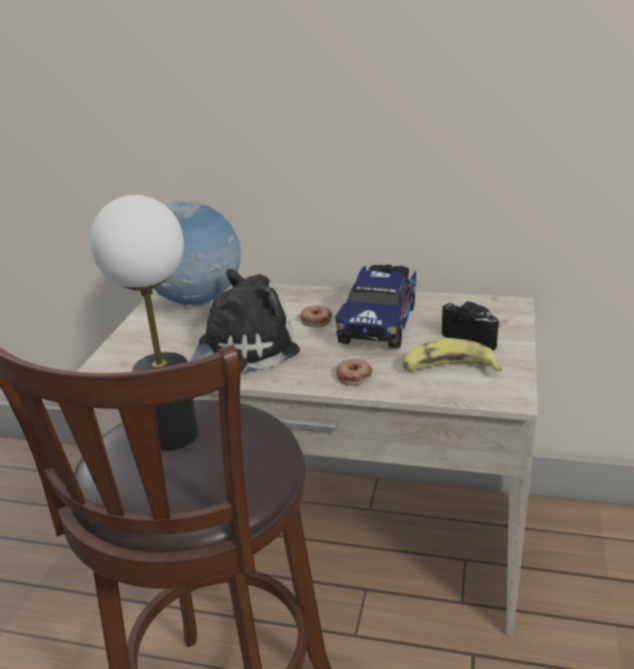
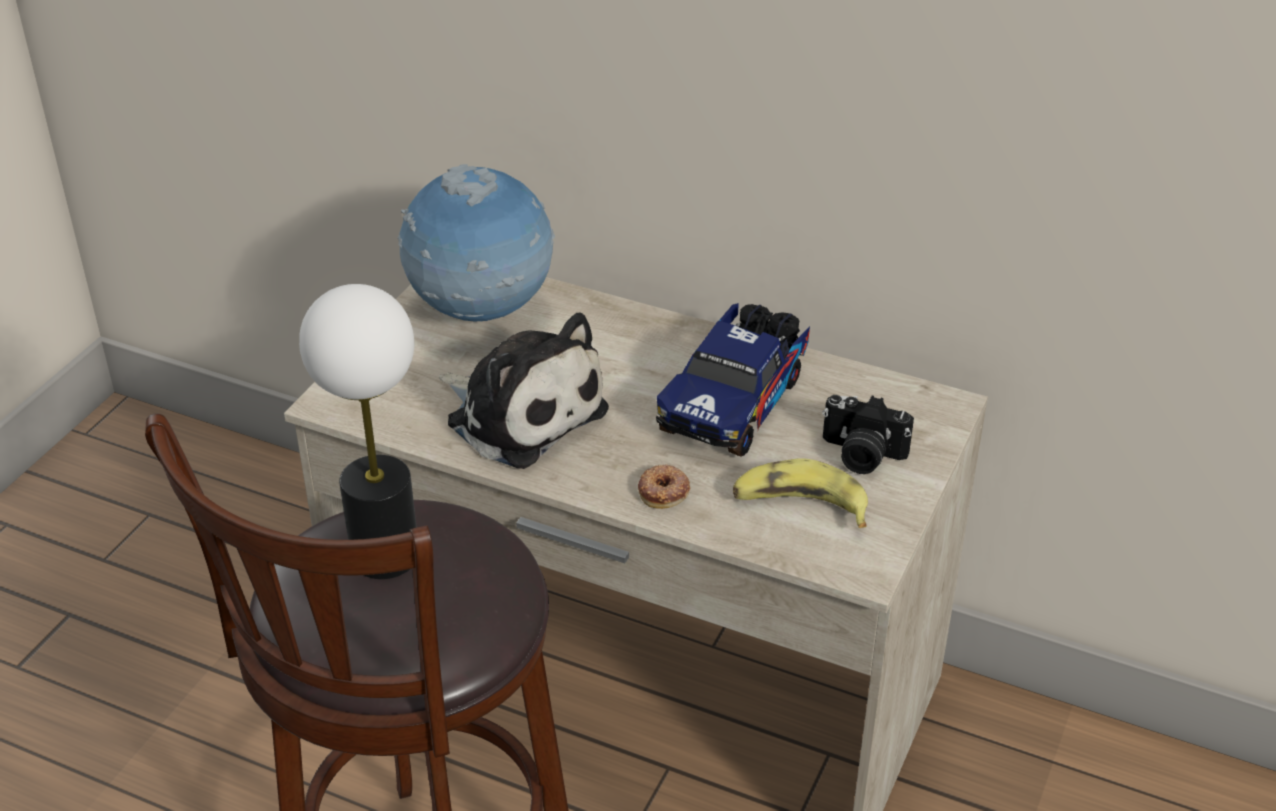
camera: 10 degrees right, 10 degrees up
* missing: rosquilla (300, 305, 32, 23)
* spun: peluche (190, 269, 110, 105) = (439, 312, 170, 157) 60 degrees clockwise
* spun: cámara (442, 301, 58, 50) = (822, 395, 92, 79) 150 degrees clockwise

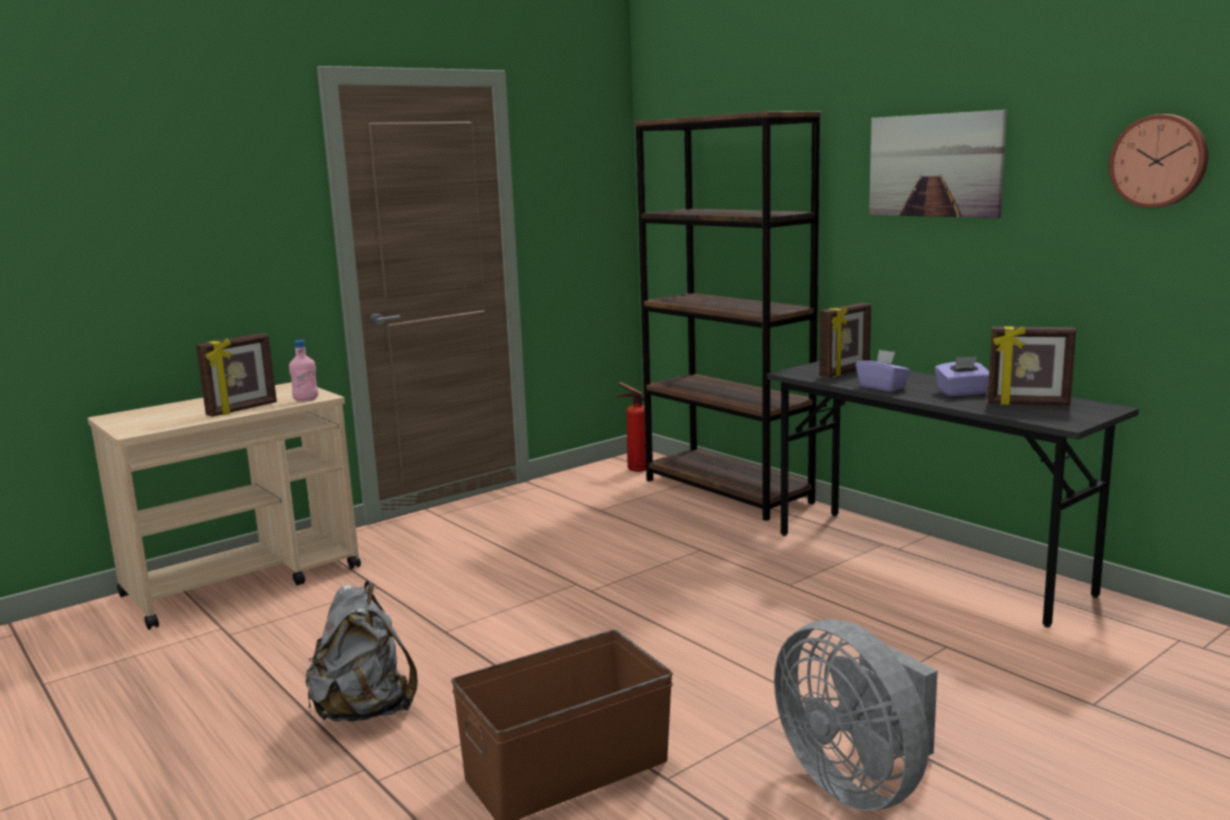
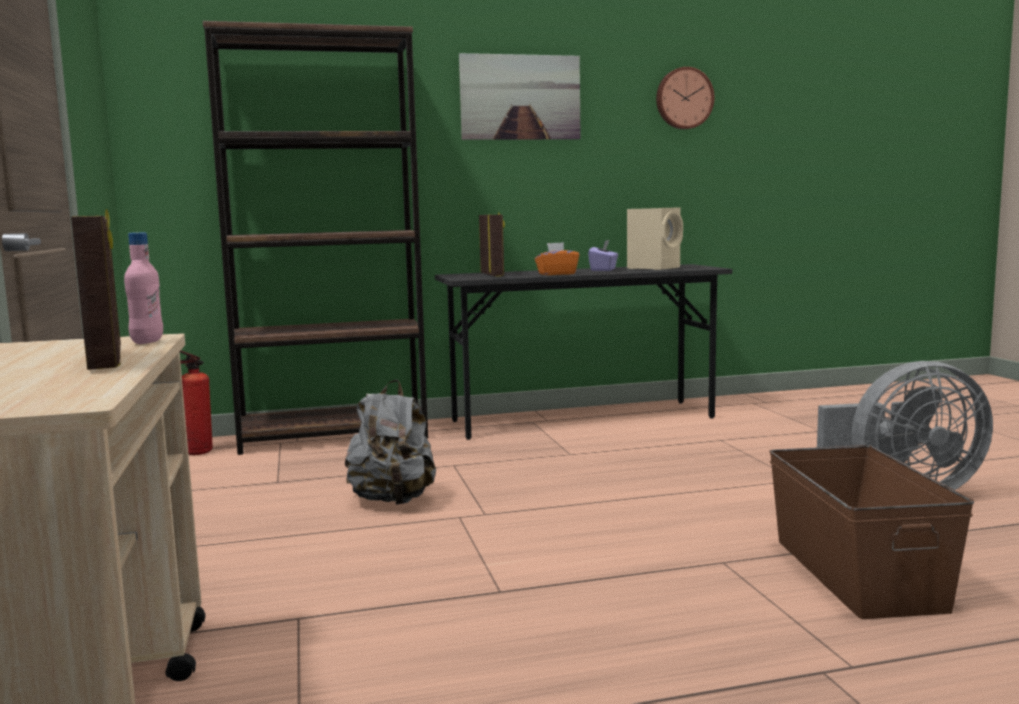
camera: 65 degrees left, 5 degrees down
* relocated: mochila (gris) (306, 581, 112, 141) to (345, 380, 91, 125)
* exchanged: portarretratos (988, 326, 88, 80) to altavoz (beis) (627, 207, 56, 63)
* colour: caja de pañuelos (morado) (856, 349, 55, 43) to caja de pañuelos (naranja) (535, 242, 44, 33)

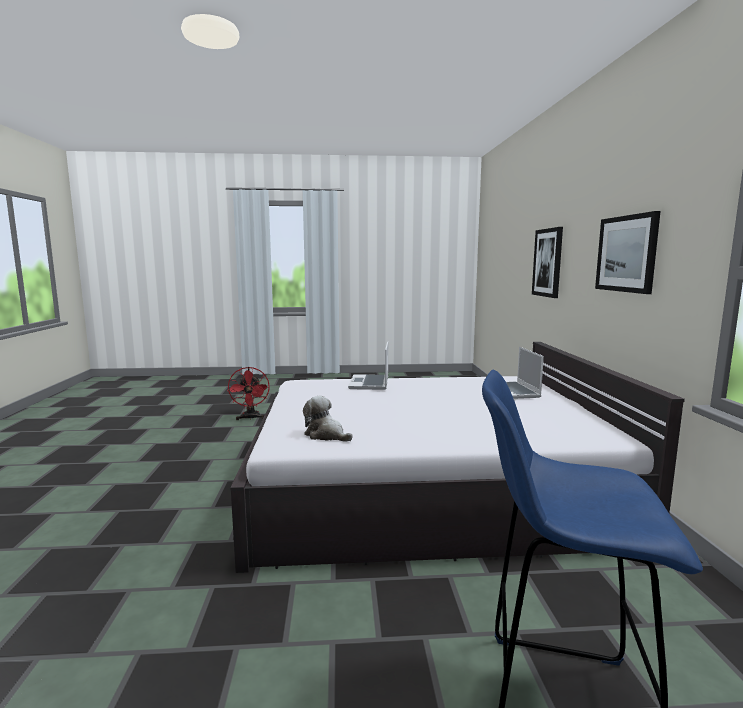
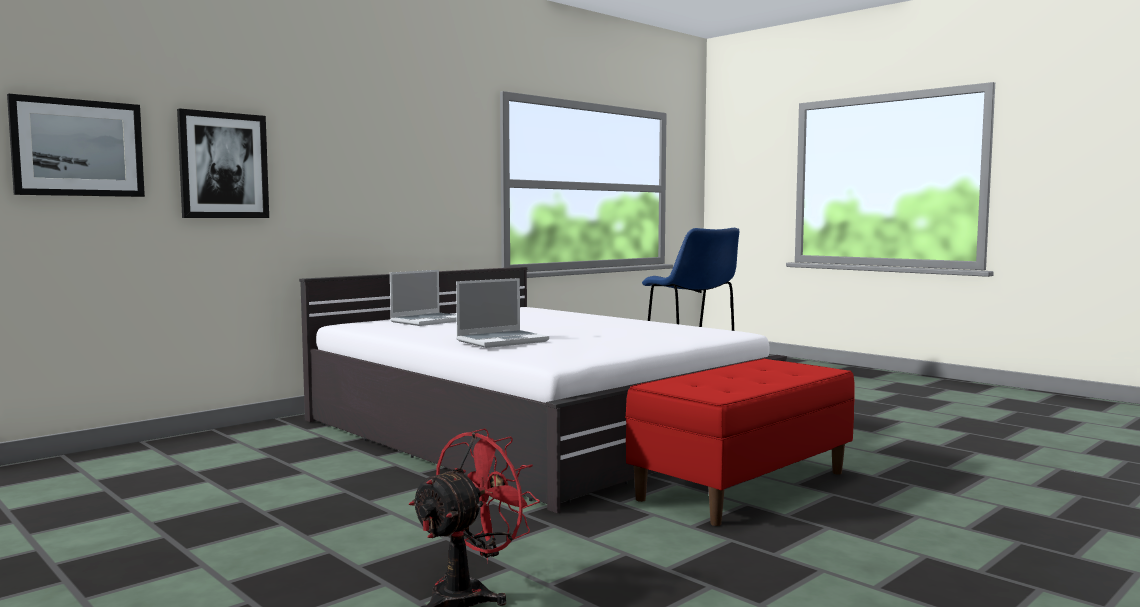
camera: 130 degrees left, 5 degrees down
* missing: peluche (303, 396, 50, 46)
* appeared: banco (rojo) (625, 359, 230, 167)
* relocated: cuadro (595, 211, 66, 83) to (7, 94, 138, 103)

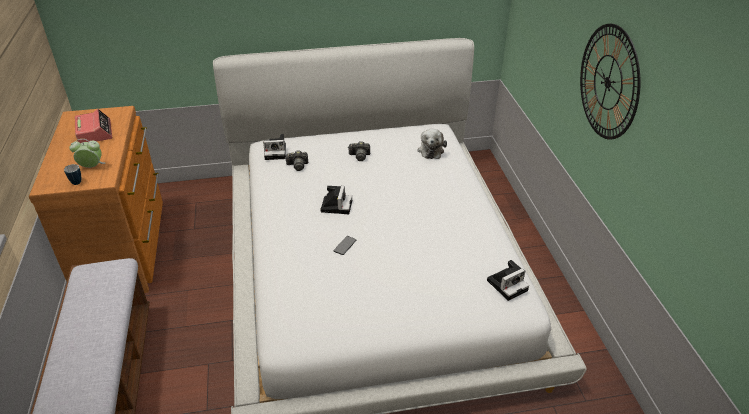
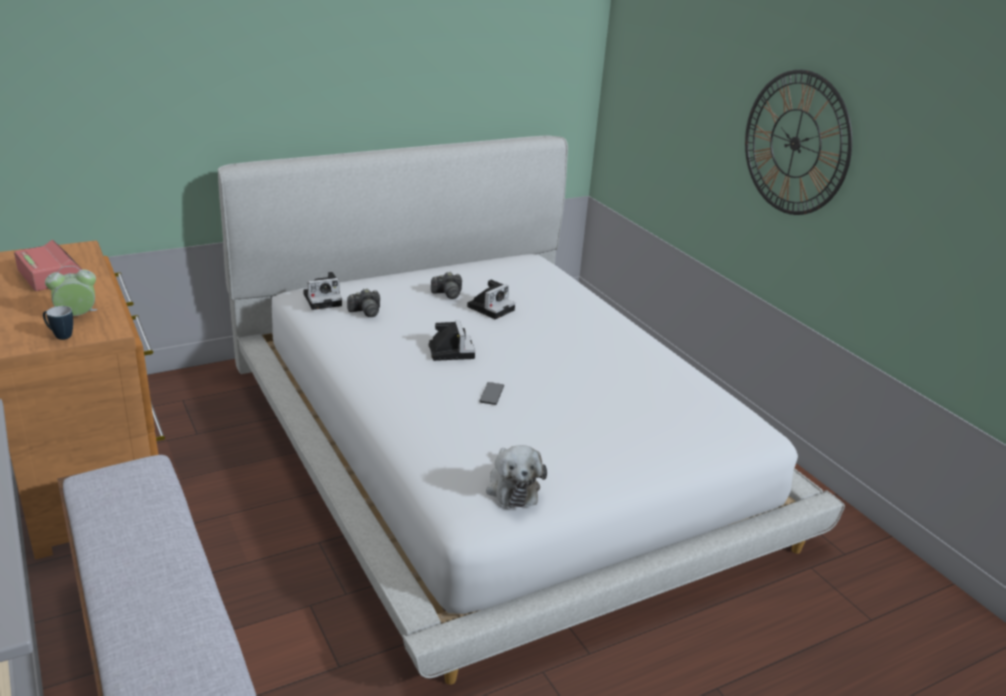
camera: 20 degrees left, 10 degrees down
* relocated: peluche (417, 129, 30, 30) to (486, 445, 61, 63)
* relocated: cámara (487, 260, 42, 41) to (467, 280, 48, 39)

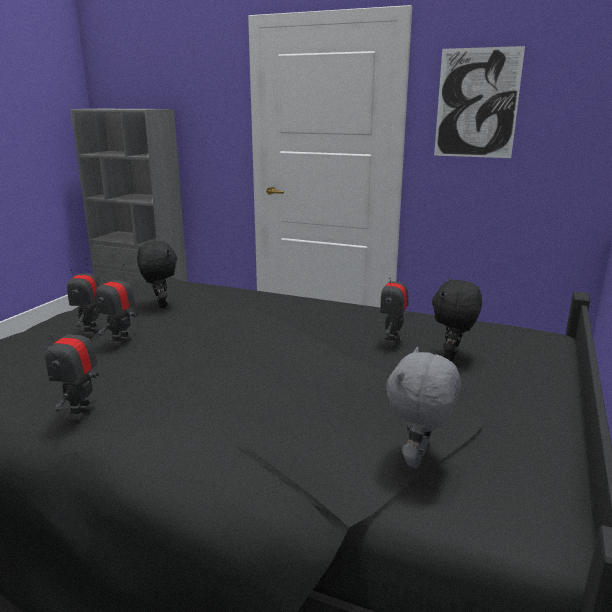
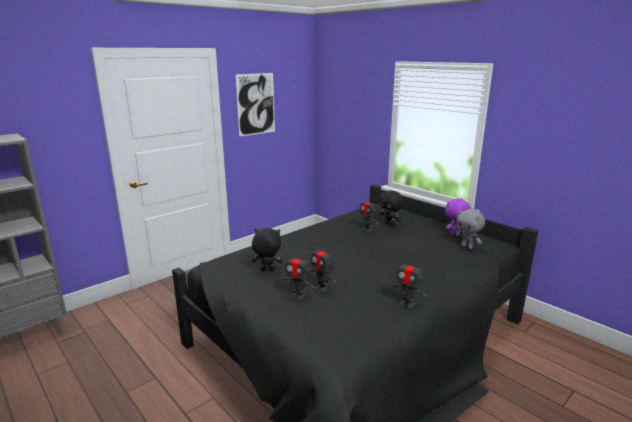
camera: 65 degrees left, 0 degrees up
* appeared: peluche (morado) (445, 198, 26, 37)

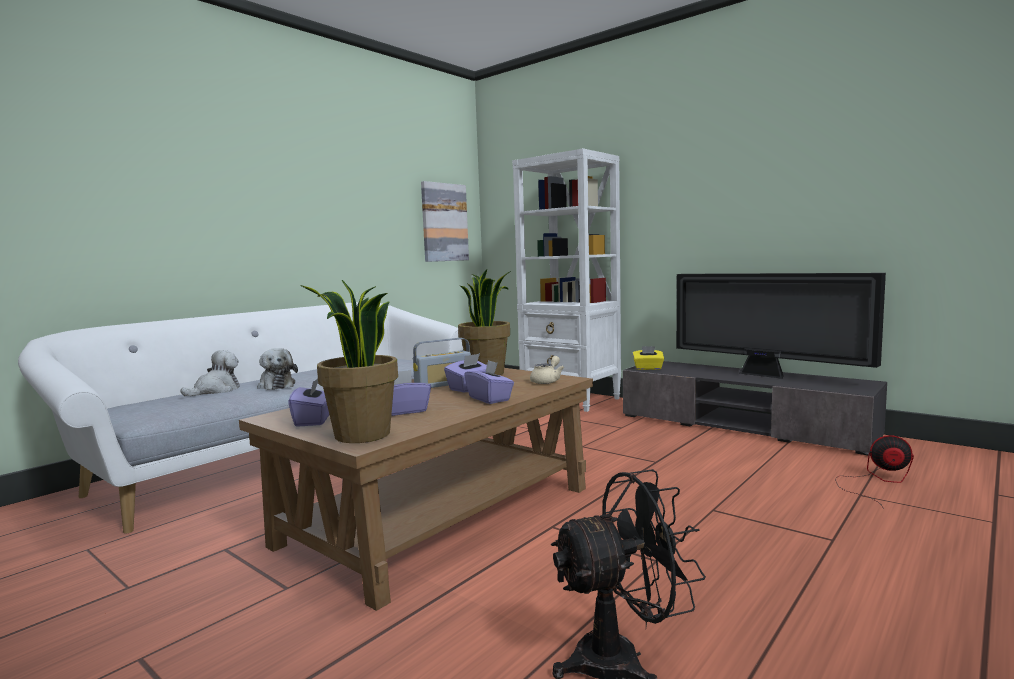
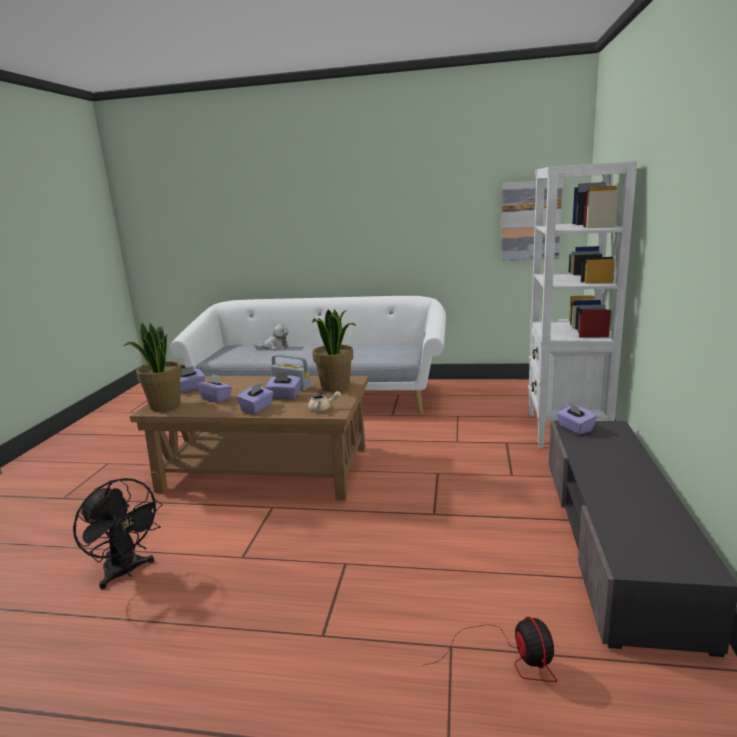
camera: 60 degrees right, 10 degrees up
* missing: peluche (257, 348, 41, 42)
* missing: televisor (676, 273, 210, 106)
* colour: caja de pañuelos (amarillo) (632, 346, 32, 24) to caja de pañuelos (morado) (557, 403, 40, 32)

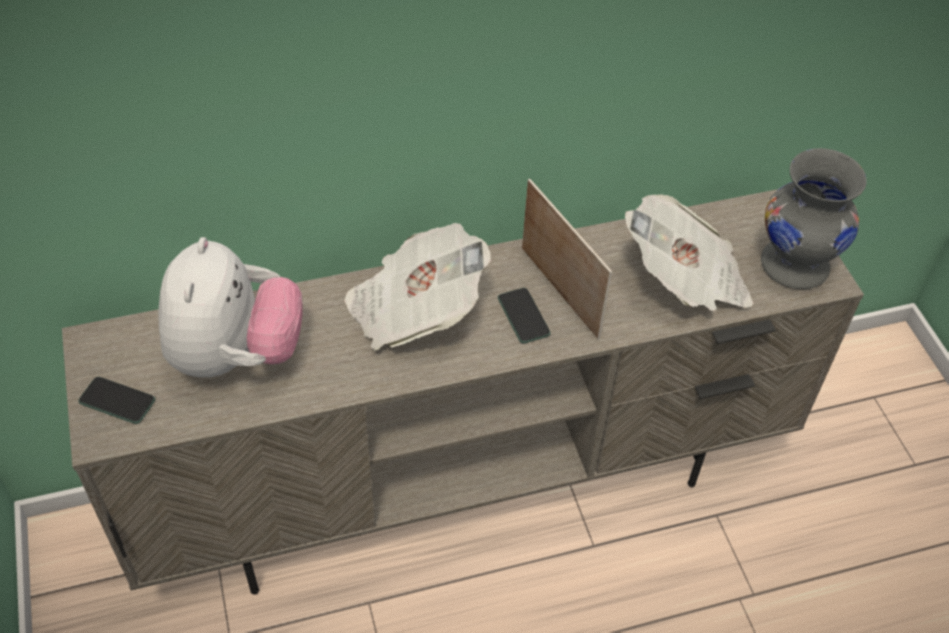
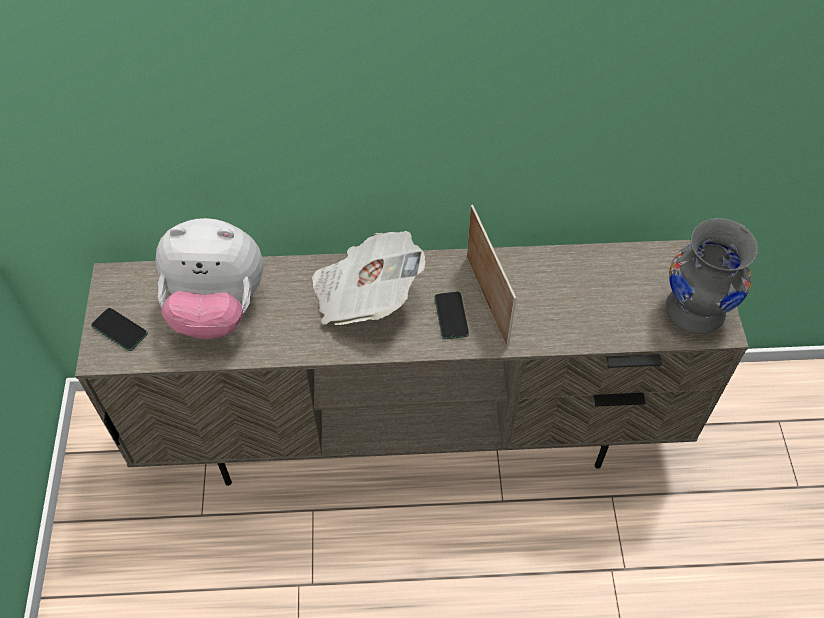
camera: 15 degrees right, 5 degrees up
* missing: periódico (625, 194, 129, 117)
* spun: peluche (158, 237, 144, 141) = (155, 218, 108, 121) 75 degrees clockwise

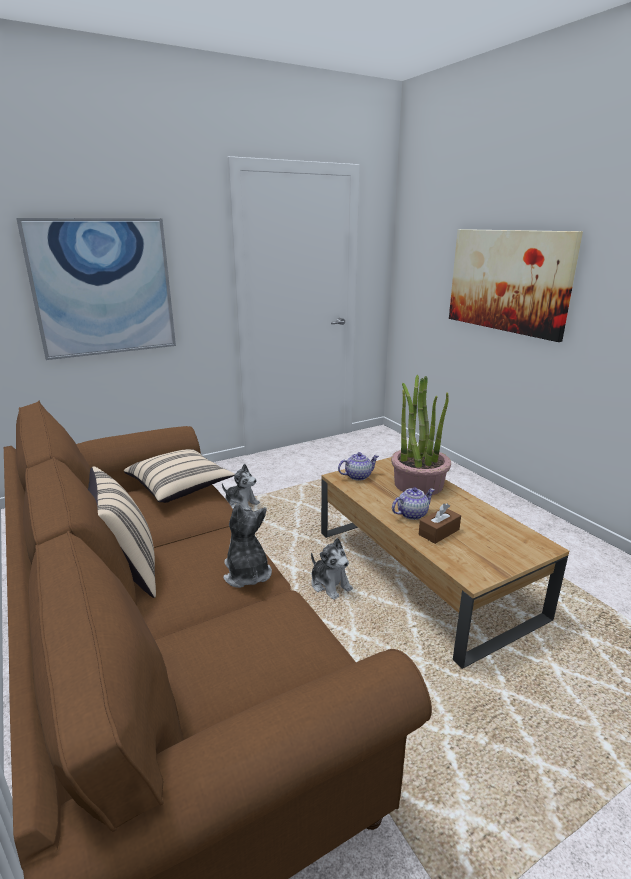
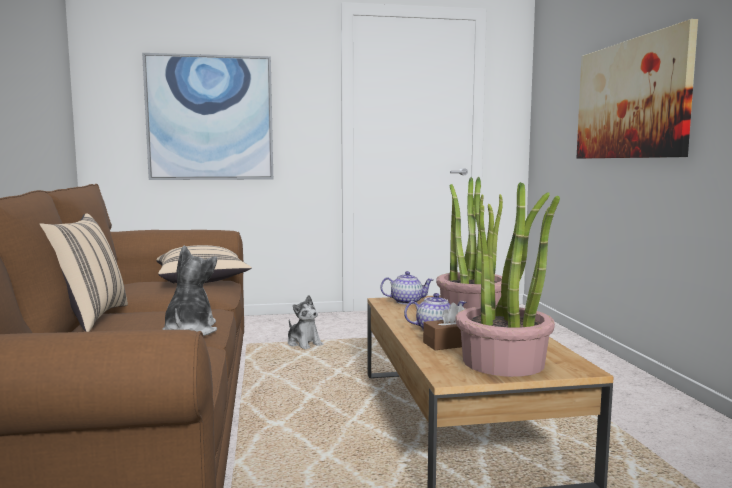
camera: 20 degrees right, 15 degrees down
* missing: peluche (311, 538, 42, 62)
* appeared: planta en maceta (455, 182, 105, 195)

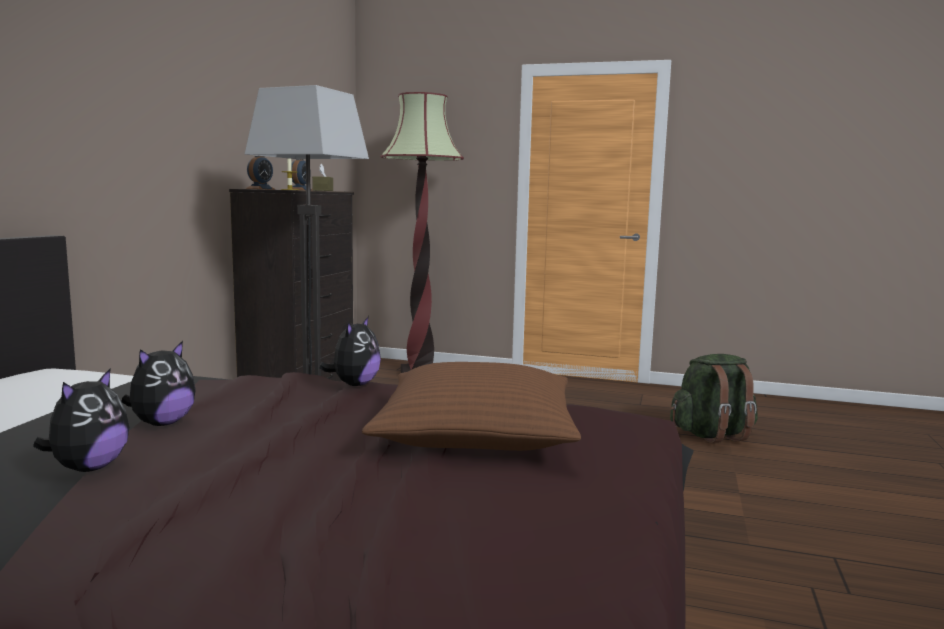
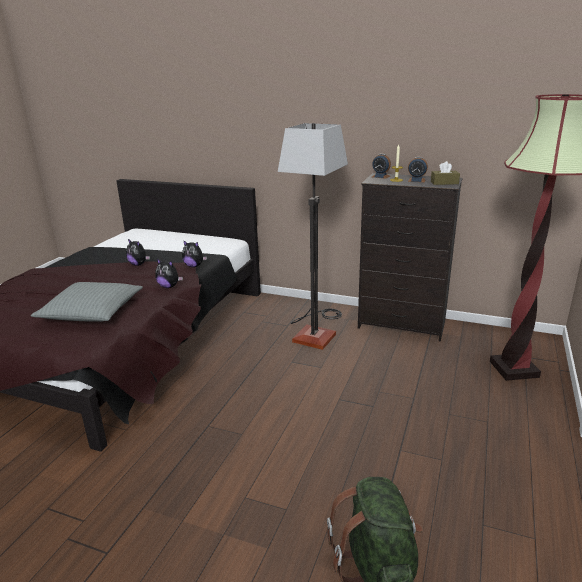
camera: 95 degrees right, 15 degrees up
* relocated: peluche (33, 368, 96, 104) to (182, 240, 25, 27)
* colour: cojín (marrón) (362, 362, 219, 89) to cojín (gris) (31, 282, 112, 40)

